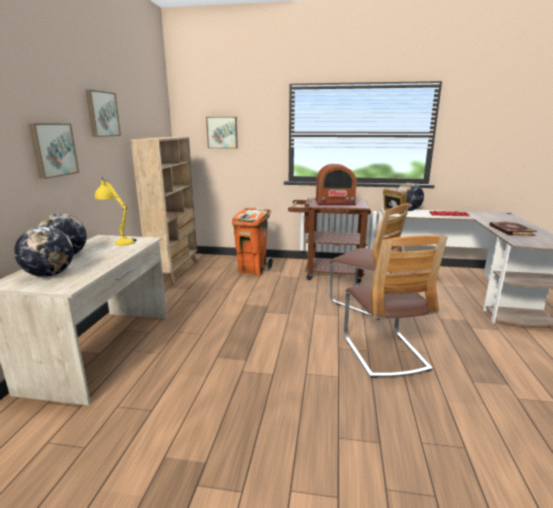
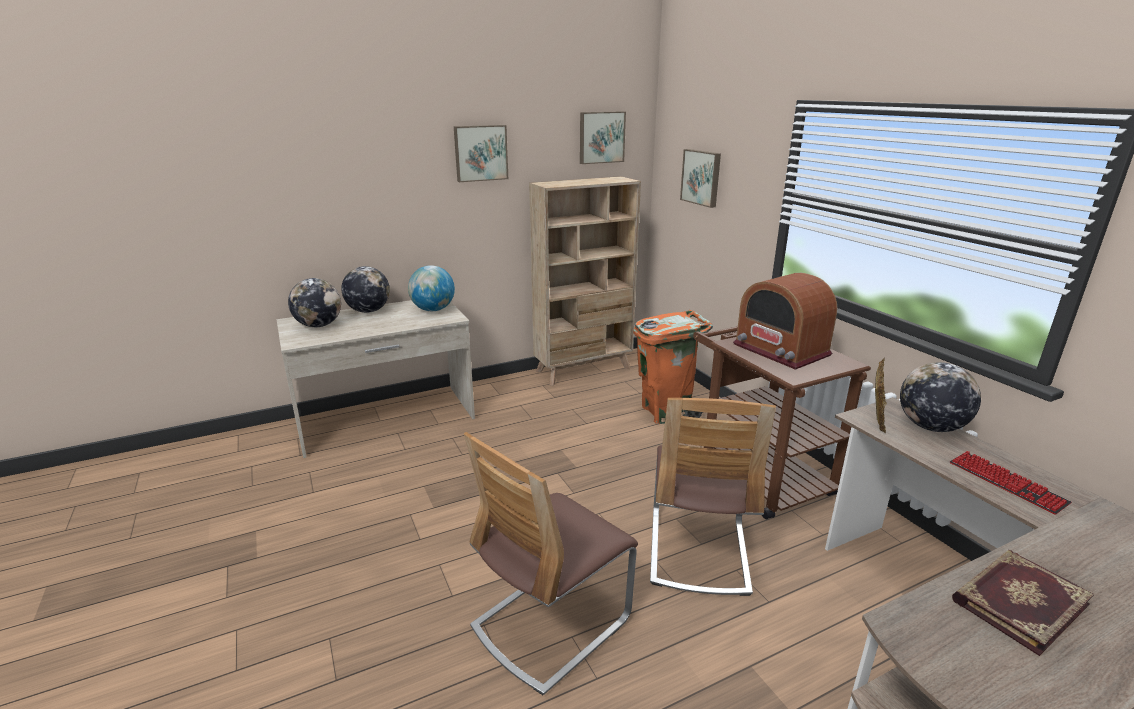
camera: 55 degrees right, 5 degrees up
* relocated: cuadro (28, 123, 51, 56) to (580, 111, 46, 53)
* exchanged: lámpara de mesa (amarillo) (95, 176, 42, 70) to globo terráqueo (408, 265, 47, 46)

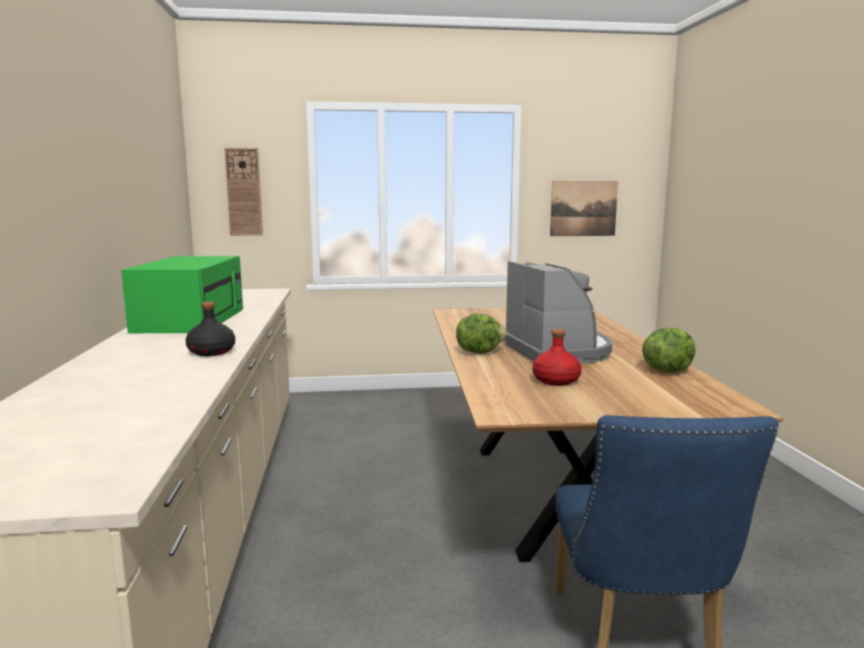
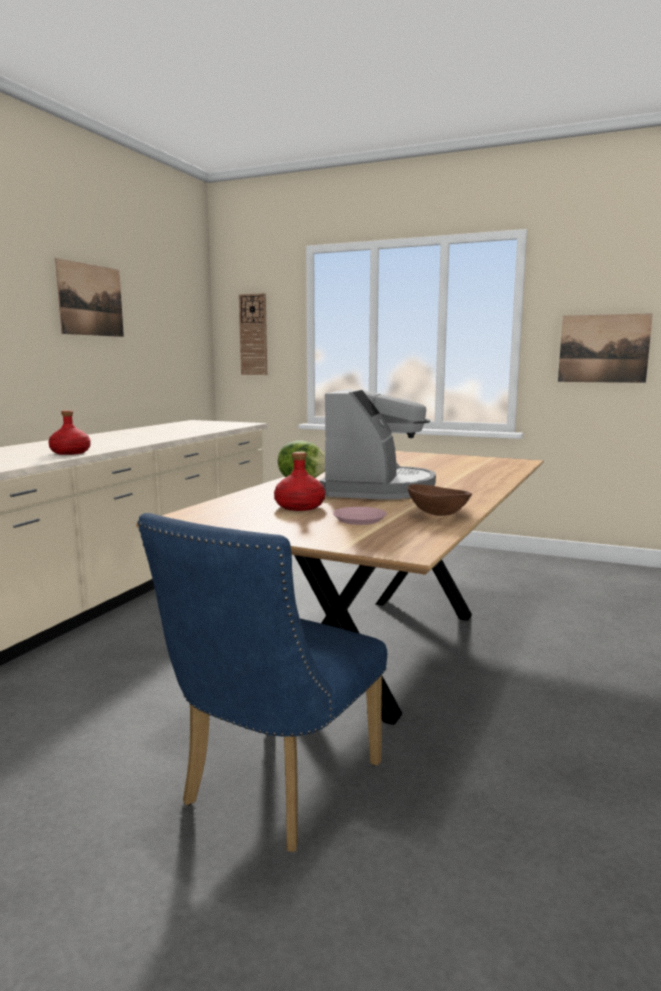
camera: 30 degrees right, 0 degrees up
* missing: microondas (verde) (121, 256, 122, 77)
* appeared: cuadro (55, 258, 69, 79)
* appeared: plato (rosa) (333, 507, 54, 18)
* exchanged: lechuga (642, 328, 54, 45) to cuenco (marrón) (408, 484, 64, 32)
* colour: botella (negro) (185, 302, 50, 54) to botella (rojo) (48, 410, 43, 45)

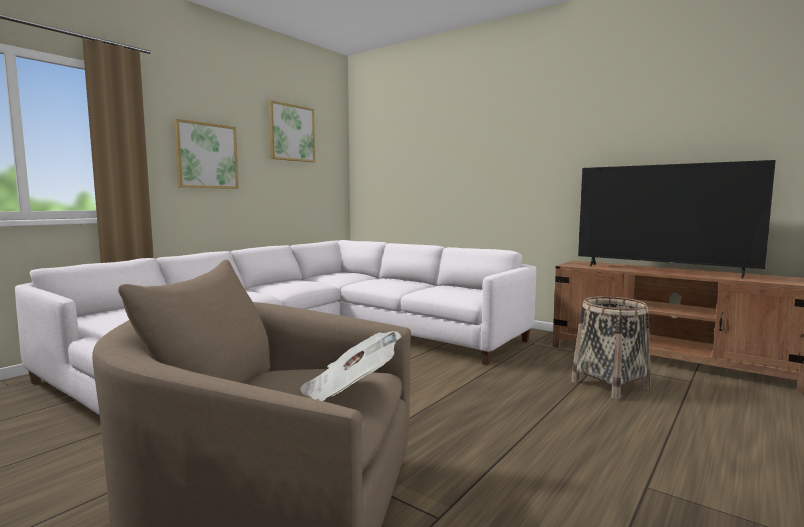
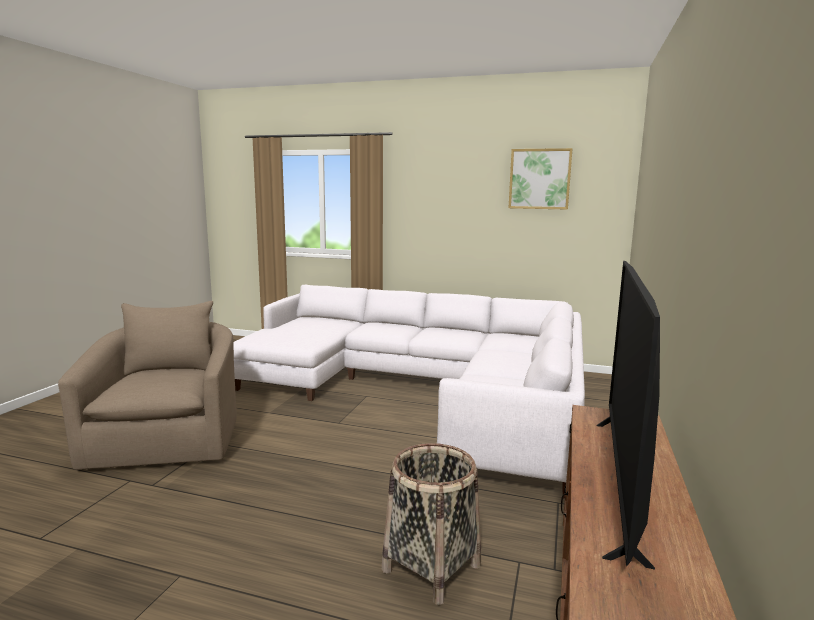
camera: 70 degrees right, 5 degrees up
* missing: cuadro (174, 119, 65, 70)
* missing: periódico (300, 331, 101, 70)

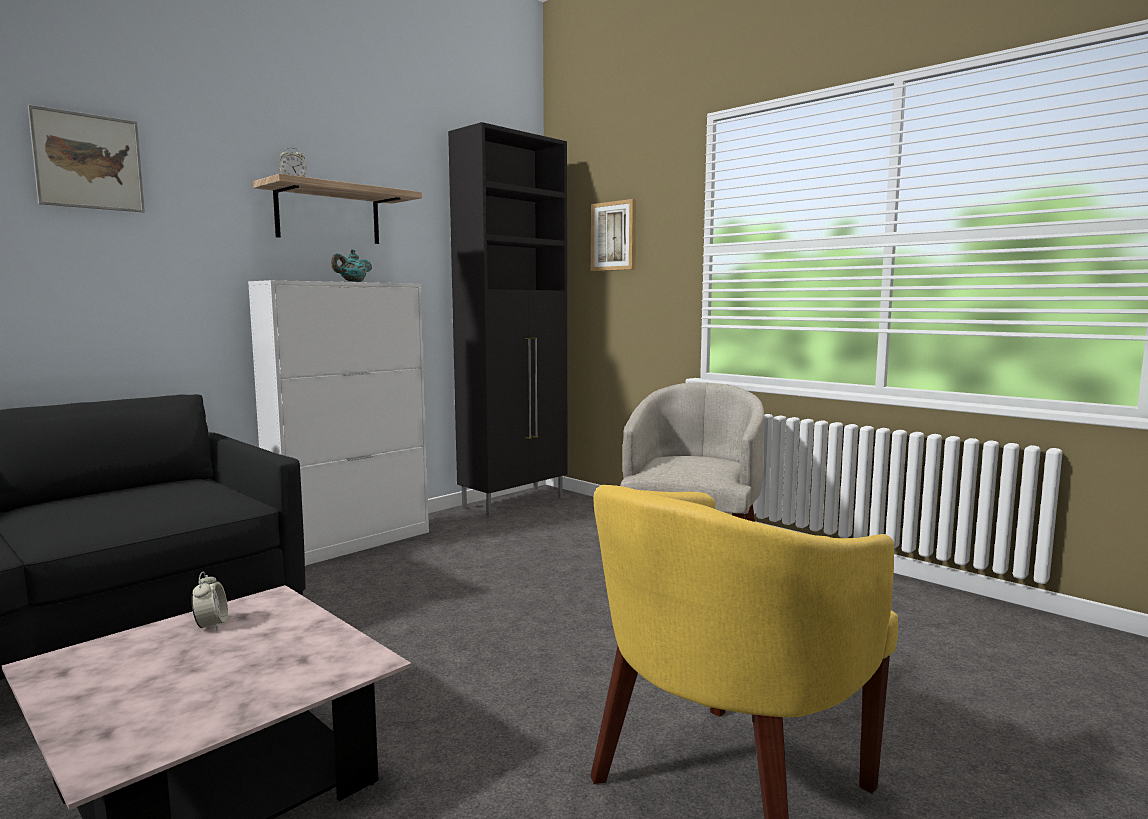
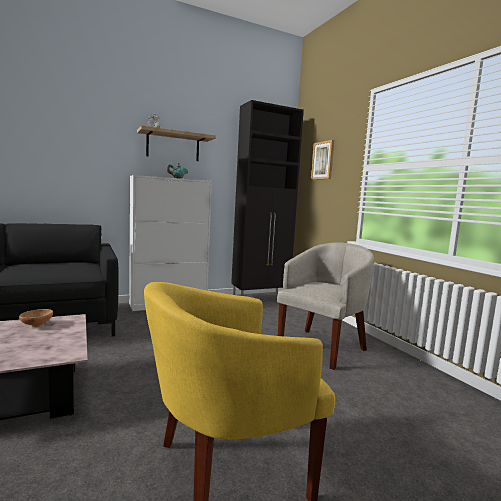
camera: 20 degrees right, 0 degrees up
* missing: cuadro (28, 105, 117, 107)
* exchanged: despertador (191, 572, 37, 59) to cuenco (marrón) (19, 309, 34, 18)

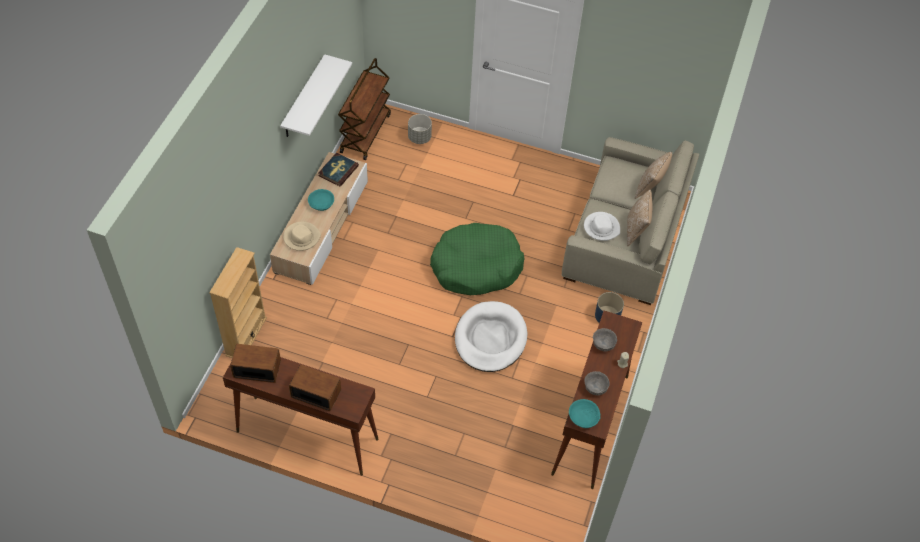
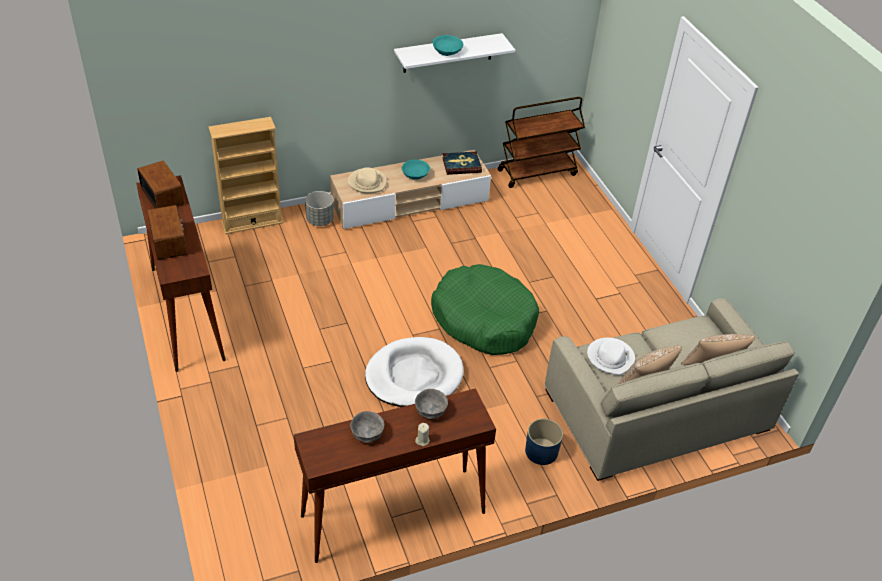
camera: 50 degrees right, 10 degrees down
* relocated: maceta (gris) (408, 114, 24, 30) to (305, 191, 29, 35)
* relocated: cuenco (turquesa) (569, 399, 31, 29) to (433, 35, 30, 21)

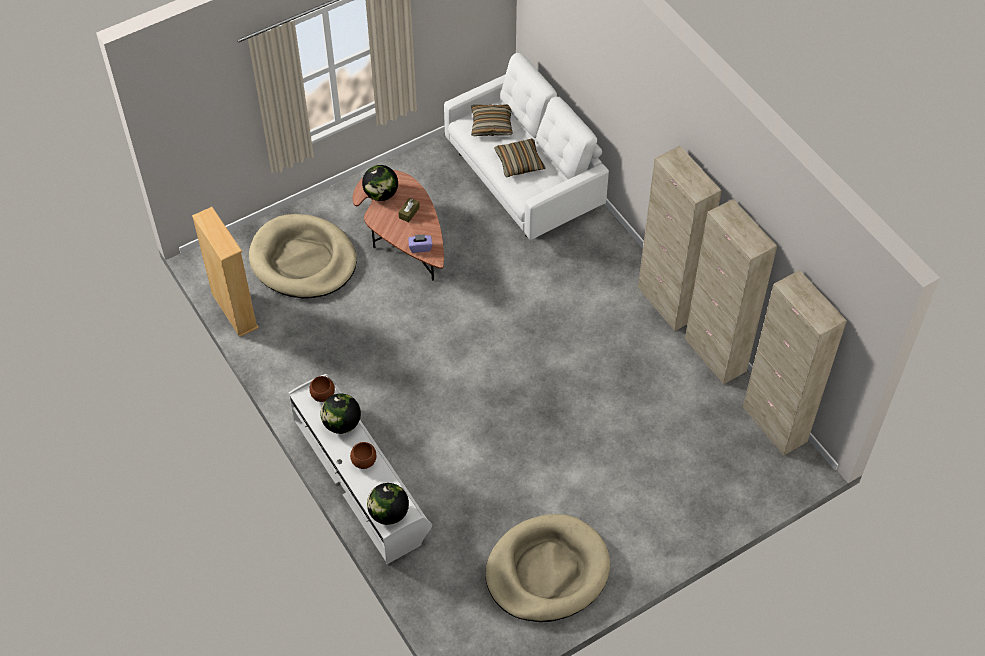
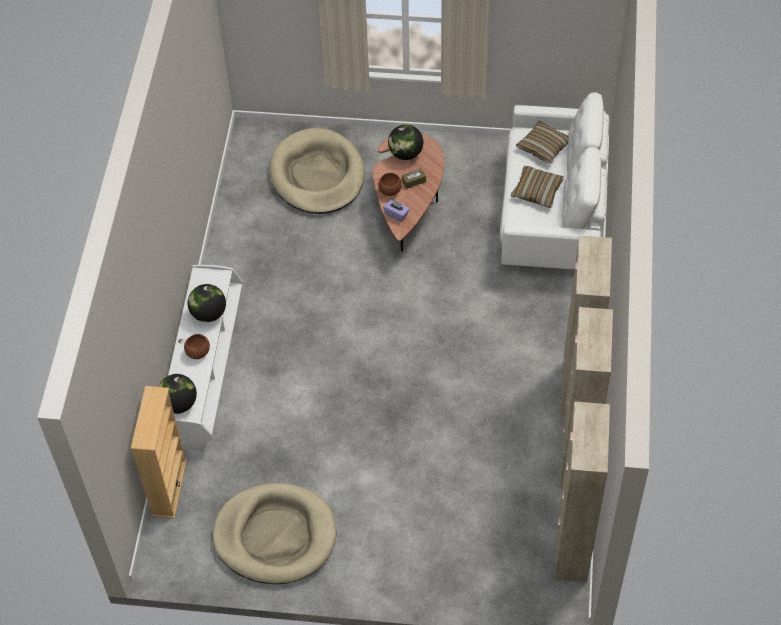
camera: 40 degrees right, 0 degrees up
* relocated: estantería (beis) (192, 207, 67, 130) to (131, 386, 56, 133)
* relocated: cuenco (marrón) (309, 376, 26, 26) to (378, 173, 24, 23)

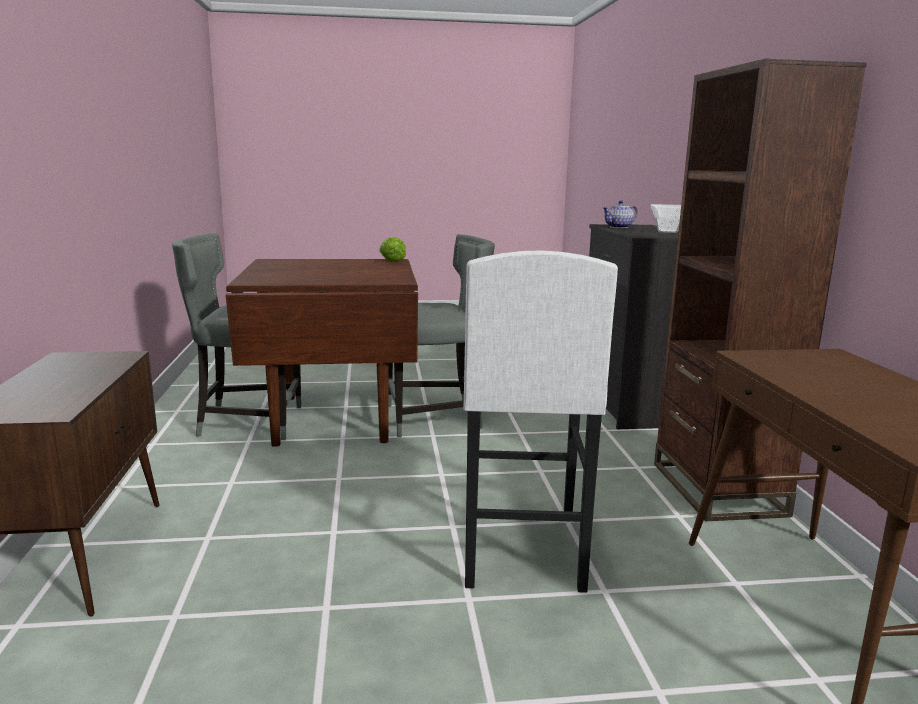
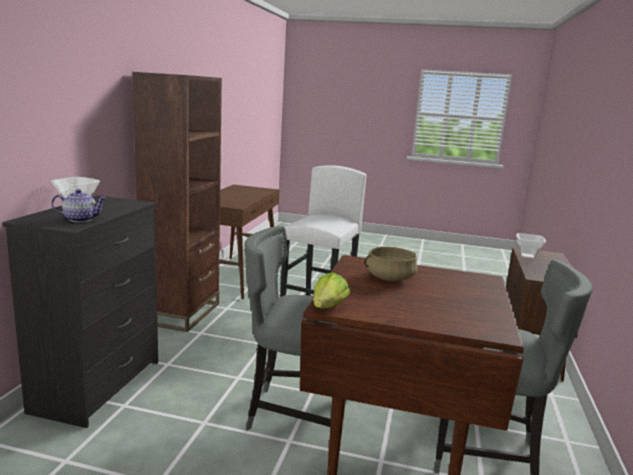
camera: 160 degrees left, 0 degrees up
* appeared: olla (beis) (364, 247, 54, 34)
* appeared: cuenco (516, 233, 30, 26)

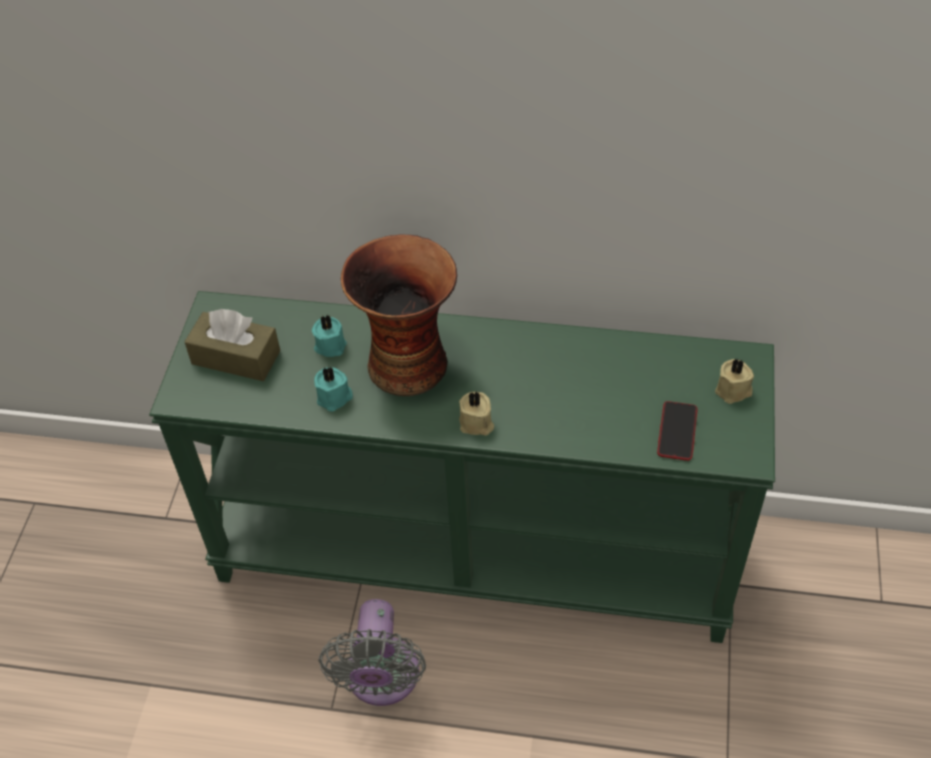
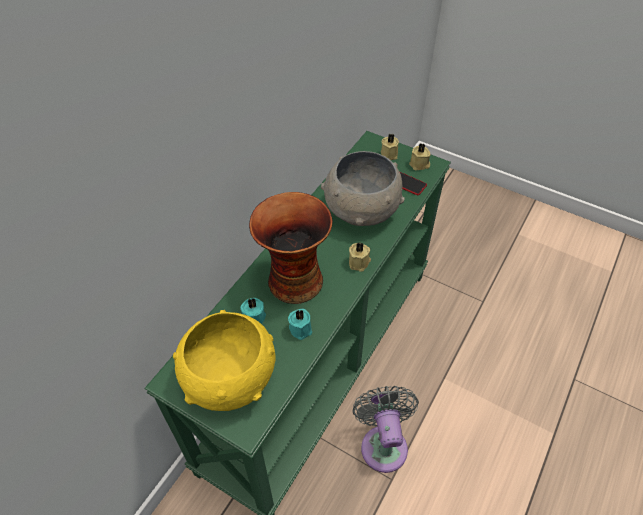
camera: 70 degrees left, 0 degrees up
* appeared: cuenco (gris) (321, 151, 84, 75)
* appeared: vela (beis) (409, 144, 22, 26)
* exchanged: caja de pañuelos (marrón) (185, 309, 95, 72) to cuenco (amarillo) (173, 310, 103, 101)
* spun: ventilador (gris) (318, 599, 108, 107) = (352, 386, 67, 87) 120 degrees counterclockwise

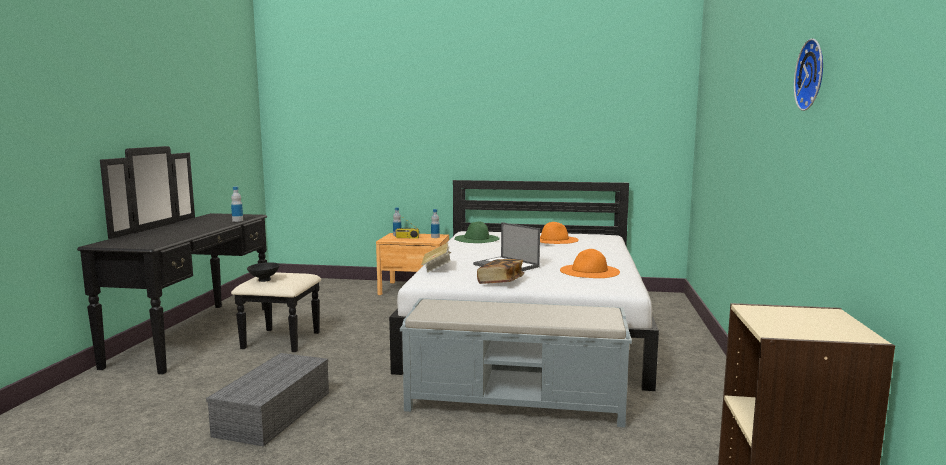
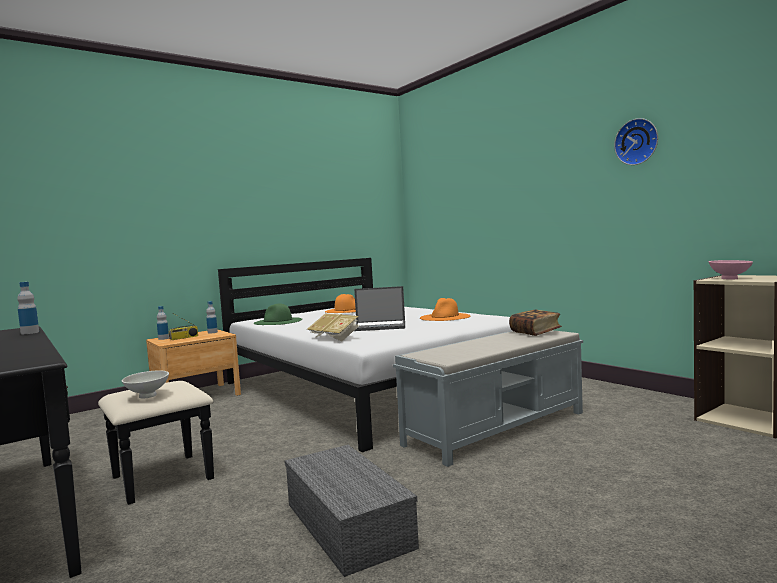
camera: 45 degrees left, 5 degrees down
* appeared: cuenco (rosa) (708, 260, 45, 19)
* relocated: libro (477, 259, 47, 25) to (509, 309, 53, 27)
* colour: cuenco (negro) (247, 262, 33, 20) to cuenco (blanco) (122, 370, 47, 29)

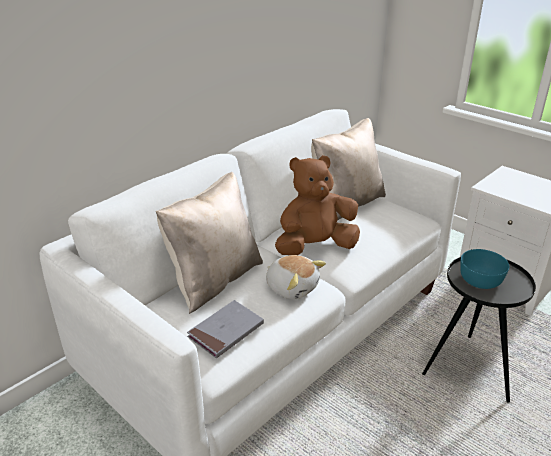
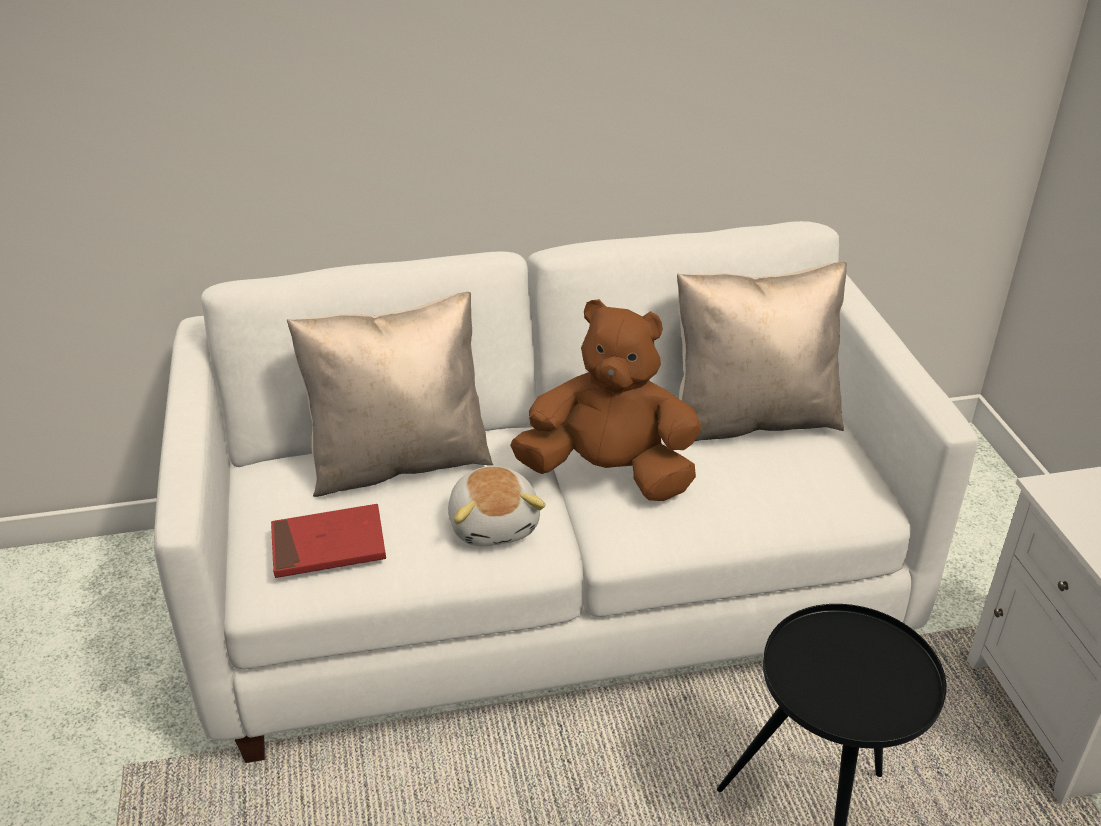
camera: 35 degrees right, 5 degrees up
* missing: cuenco (turquesa) (460, 249, 49, 40)
* colour: libro (gris) (187, 300, 77, 58) to libro (rojo) (271, 504, 115, 74)

